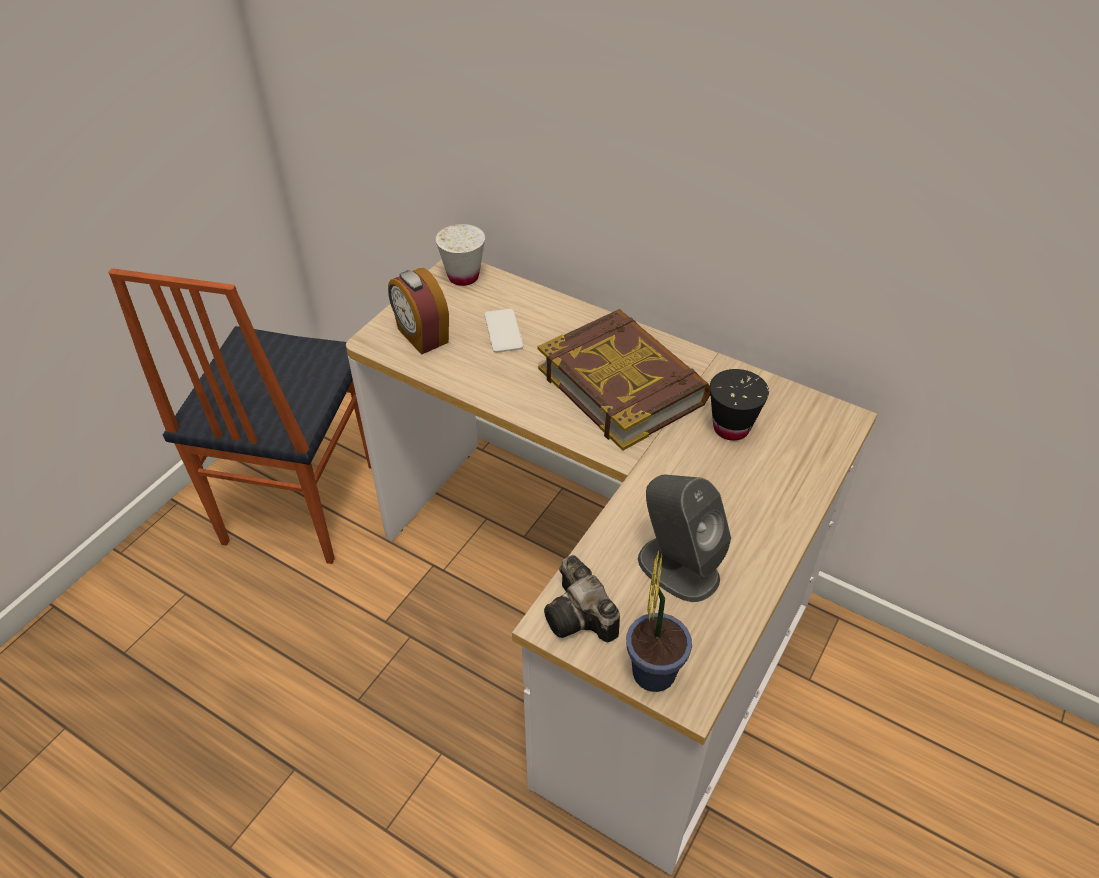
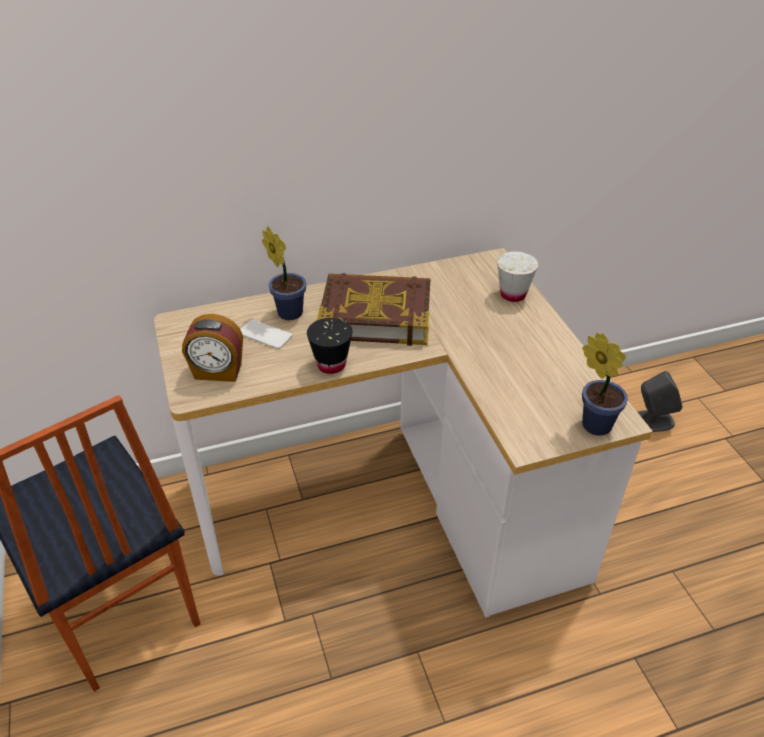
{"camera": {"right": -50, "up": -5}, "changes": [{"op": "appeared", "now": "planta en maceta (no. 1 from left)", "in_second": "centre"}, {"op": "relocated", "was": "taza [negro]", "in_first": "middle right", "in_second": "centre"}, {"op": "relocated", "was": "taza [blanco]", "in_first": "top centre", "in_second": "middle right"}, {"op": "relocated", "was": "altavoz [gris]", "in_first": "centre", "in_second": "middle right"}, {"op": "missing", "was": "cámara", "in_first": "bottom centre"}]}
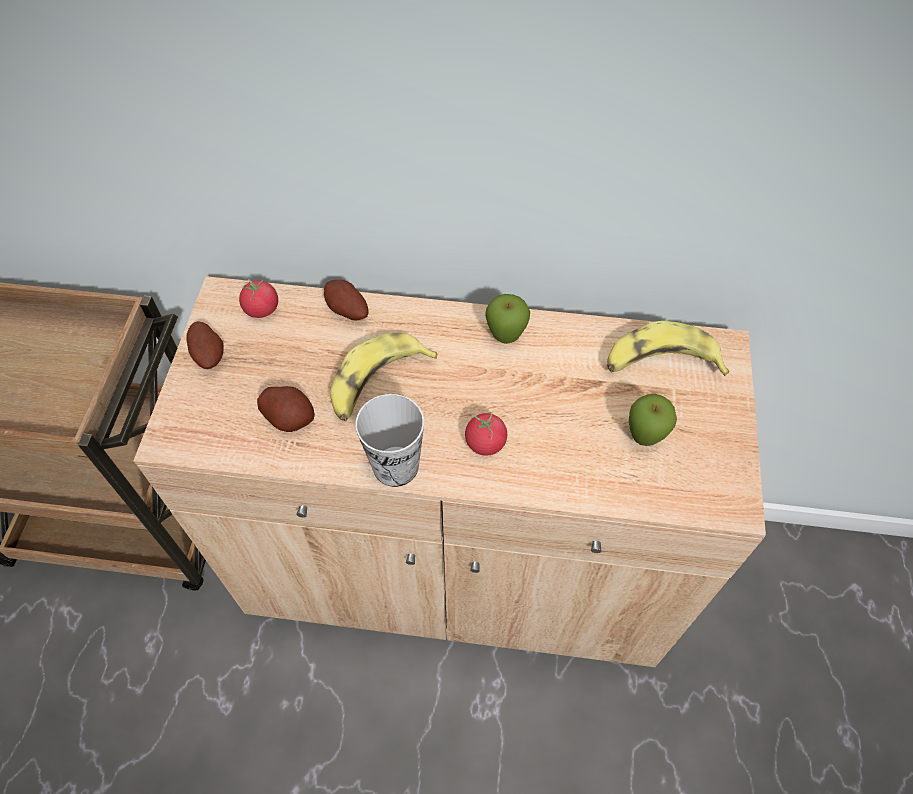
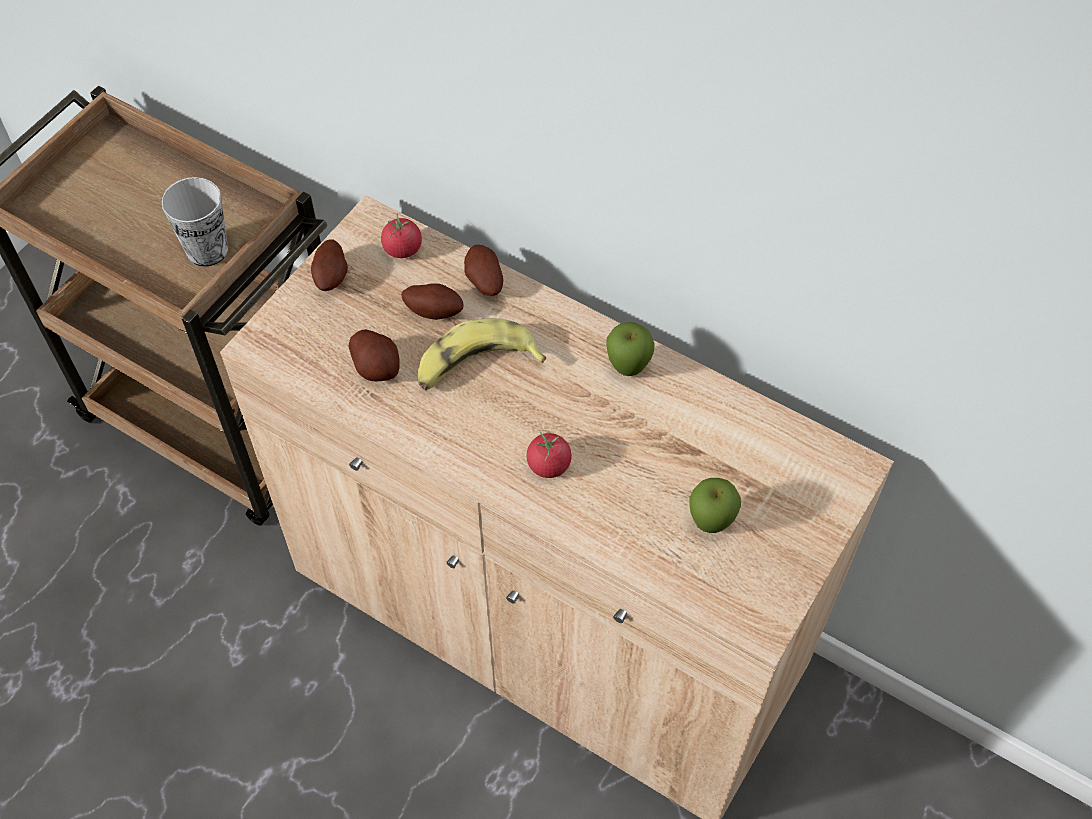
{"camera": {"right": 25, "up": 0}, "changes": [{"op": "relocated", "was": "taza", "in_first": "centre", "in_second": "top left"}, {"op": "appeared", "now": "patata (no. 3 from left)", "in_second": "centre"}, {"op": "missing", "was": "plátano (no. 2 from left)", "in_first": "middle right"}]}
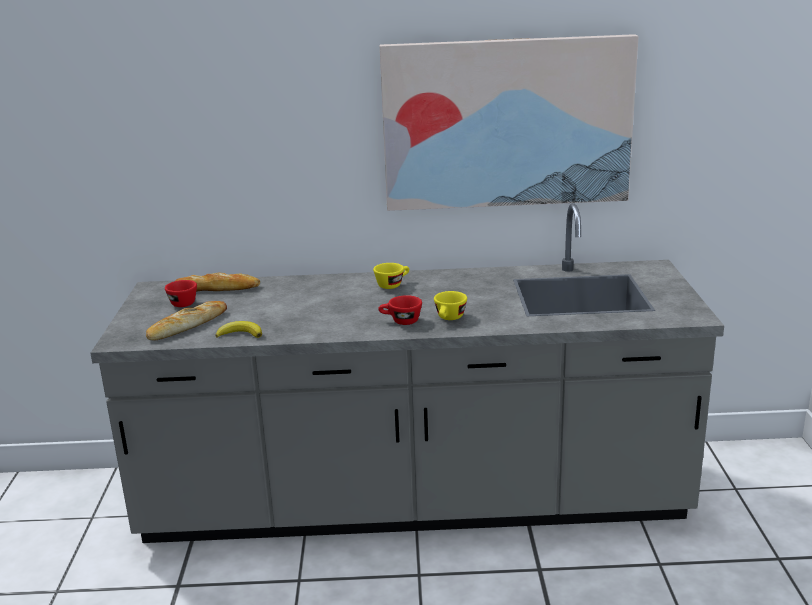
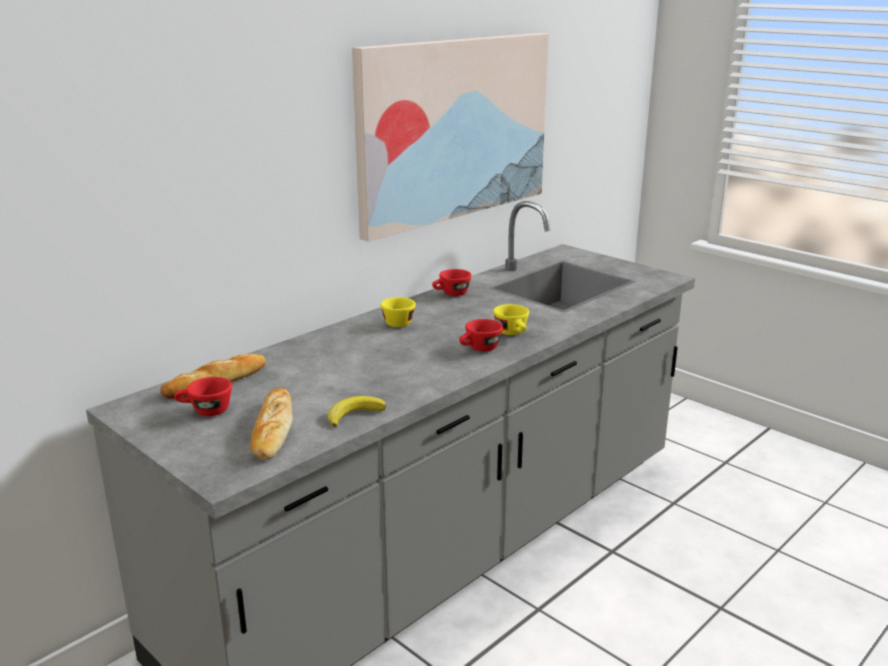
{"camera": {"right": -45, "up": 0}, "changes": [{"op": "appeared", "now": "taza [rojo] (no. 2 from left)", "in_second": "centre"}]}
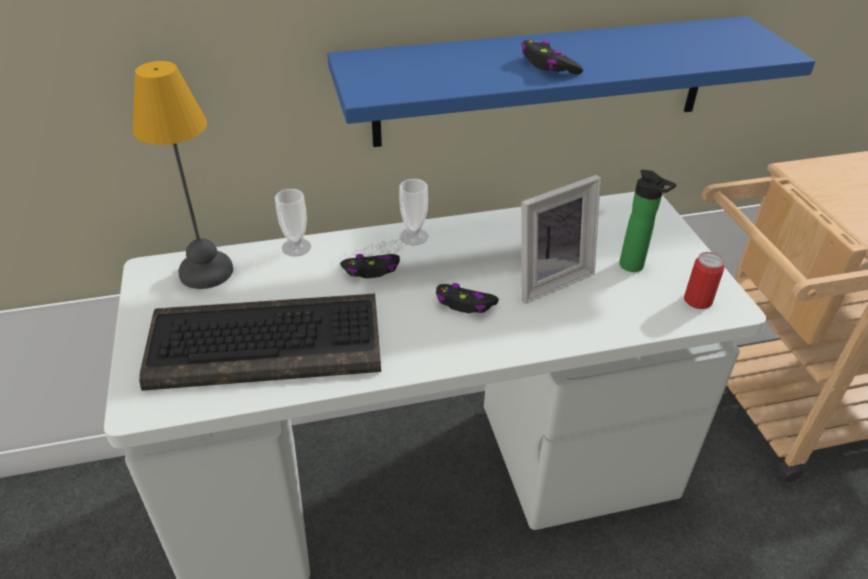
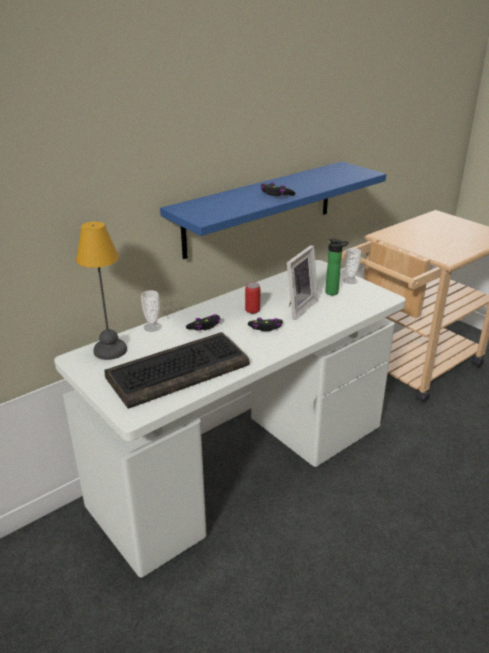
{"camera": {"right": -25, "up": -10}, "changes": [{"op": "relocated", "was": "lata", "in_first": "middle right", "in_second": "centre"}, {"op": "relocated", "was": "taza (no. 2 from left)", "in_first": "centre", "in_second": "middle right"}]}
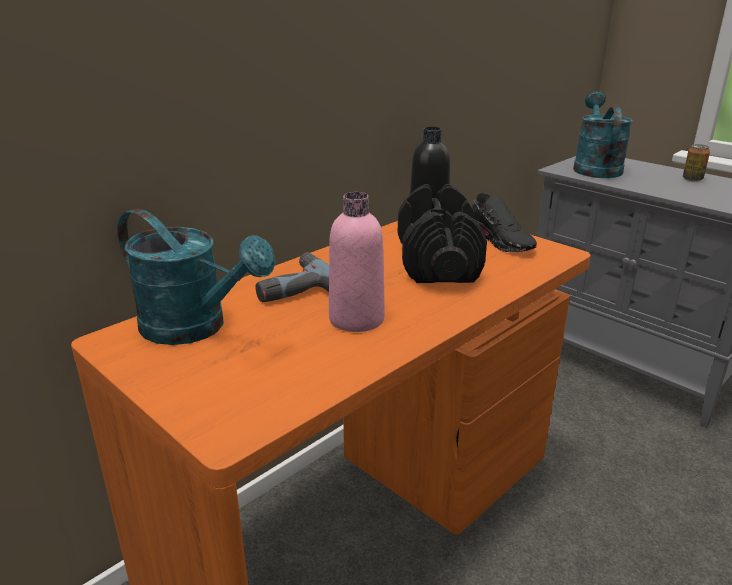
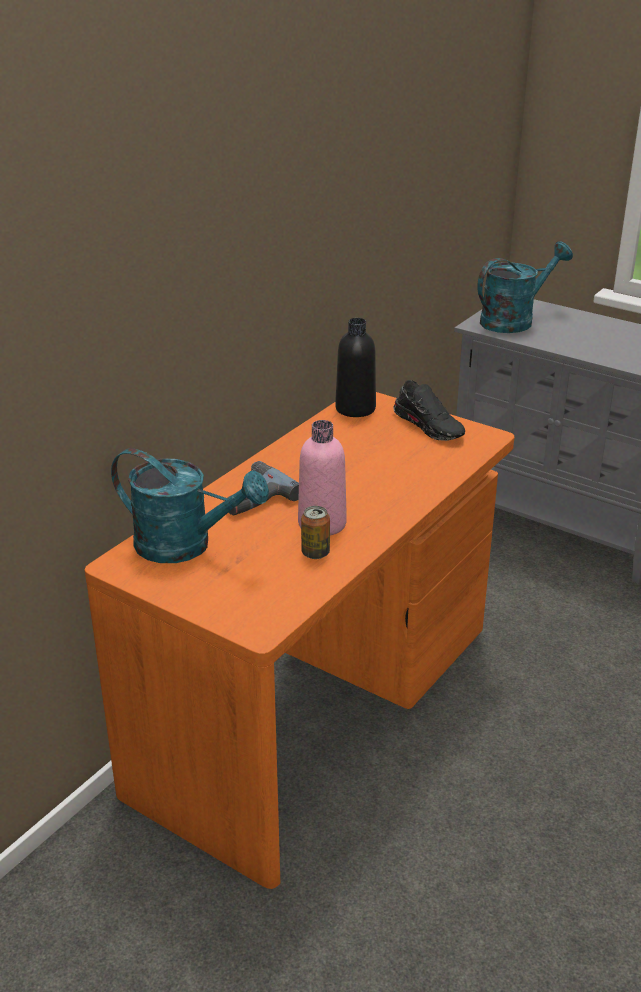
{"camera": {"right": -10, "up": 5}, "changes": [{"op": "relocated", "was": "lata", "in_first": "top right", "in_second": "centre"}, {"op": "spun", "was": "regadera [turquesa] (no. 2 from left)", "in_first": "top right", "in_second": "top right", "clockwise": 60}, {"op": "missing", "was": "mancuerna [negro]", "in_first": "centre"}]}
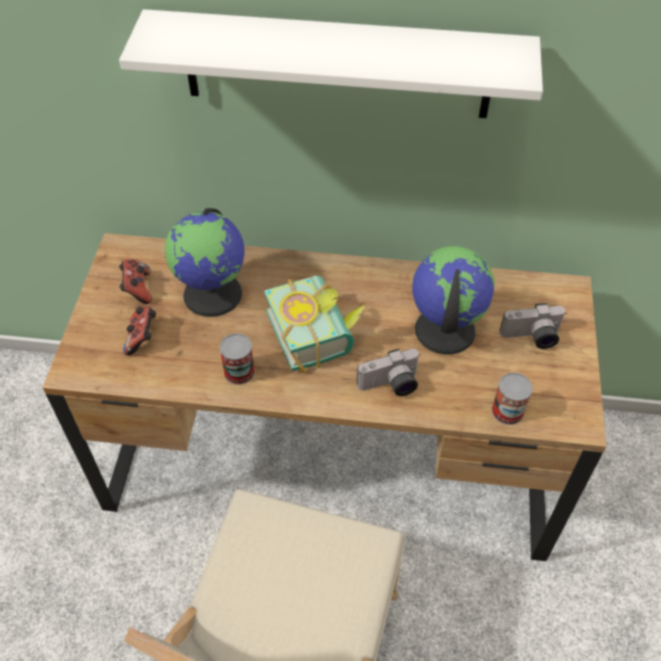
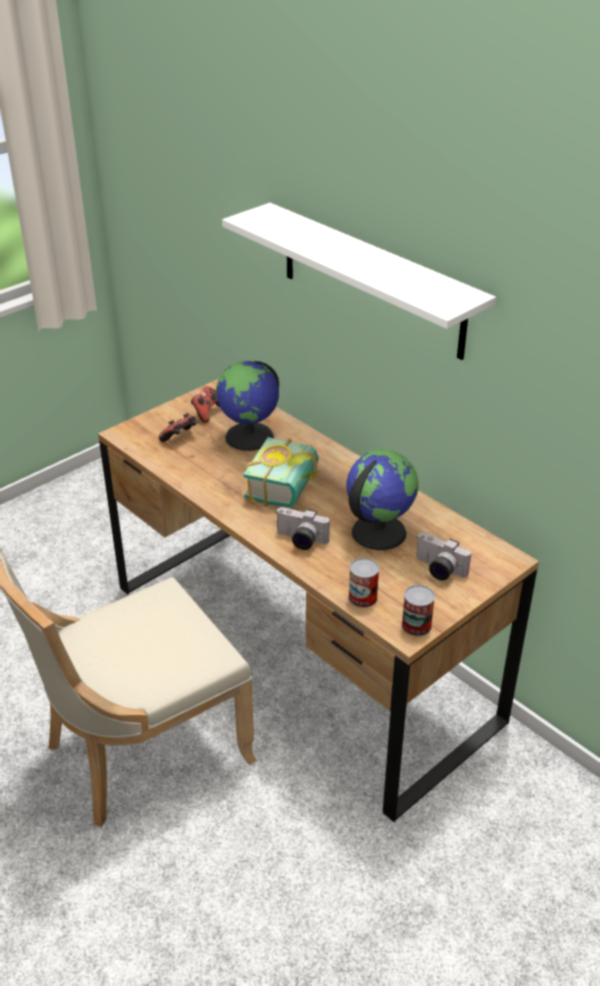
{"camera": {"right": 40, "up": -15}, "changes": [{"op": "relocated", "was": "lata (no. 1 from left in the first image)", "now": "lata (no. 2 from left)", "in_first": "centre", "in_second": "middle right"}]}
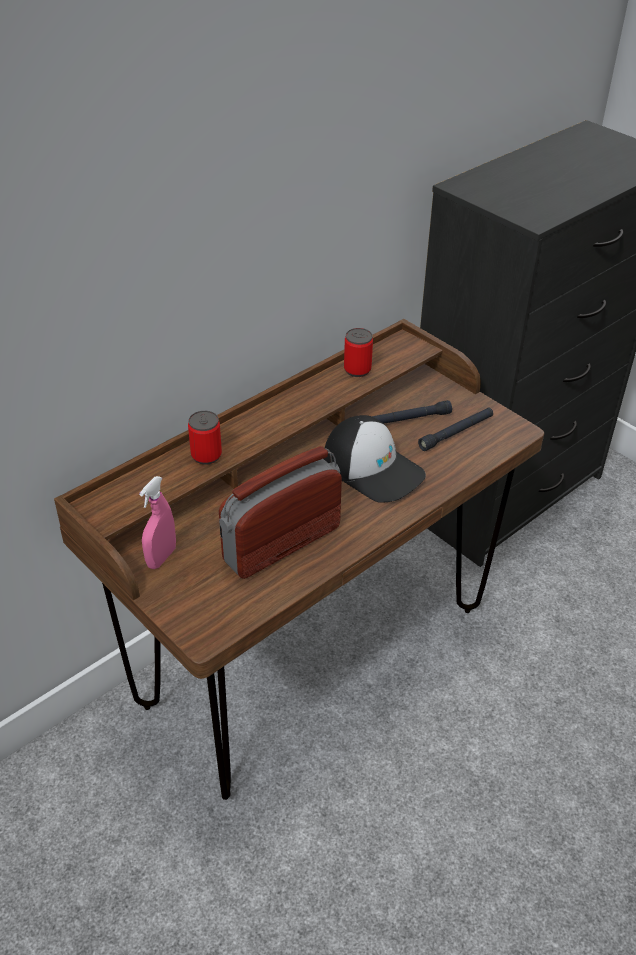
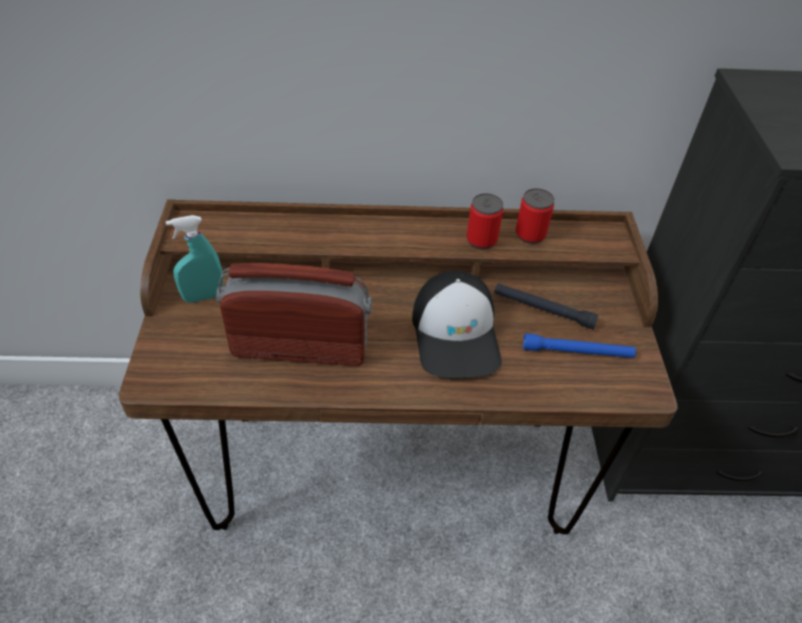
{"camera": {"right": 40, "up": 5}, "changes": [{"op": "colour", "was": "pulverizador [rosa]", "now": "pulverizador [turquesa]", "in_first": "middle left", "in_second": "middle left"}, {"op": "relocated", "was": "lata (no. 1 from left)", "in_first": "middle left", "in_second": "centre"}, {"op": "colour", "was": "linterna [negro] (no. 2 from left)", "now": "linterna [azul]", "in_first": "middle right", "in_second": "middle right"}]}
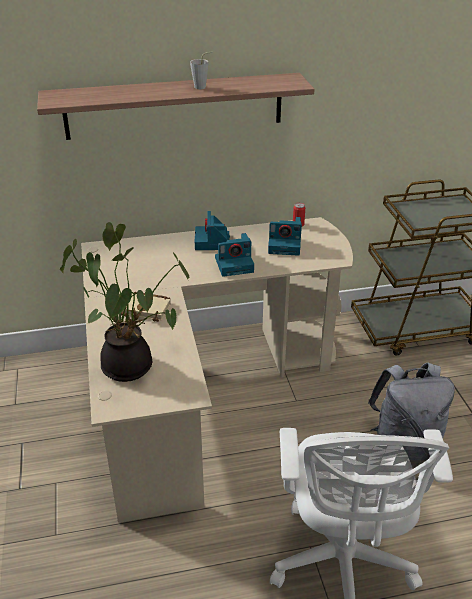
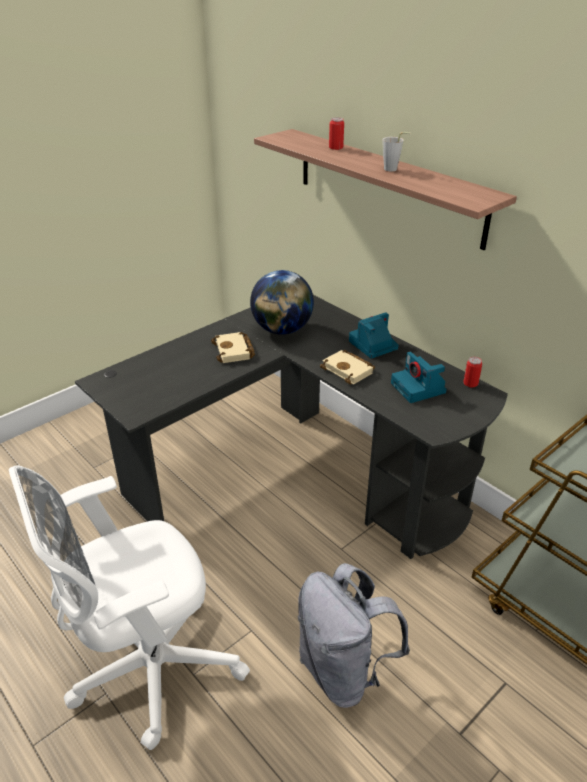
{"camera": {"right": 60, "up": 0}, "changes": [{"op": "colour", "was": "escritorio [beis]", "now": "escritorio [negro]", "in_first": "centre", "in_second": "centre"}, {"op": "appeared", "now": "globo terráqueo", "in_second": "centre"}, {"op": "exchanged", "was": "cámara (no. 2 from left)", "now": "libro [beis] (no. 2 from left)", "in_first": "centre", "in_second": "centre"}, {"op": "appeared", "now": "lata (no. 1 from left)", "in_second": "top centre"}, {"op": "missing", "was": "planta en maceta", "in_first": "middle left"}]}
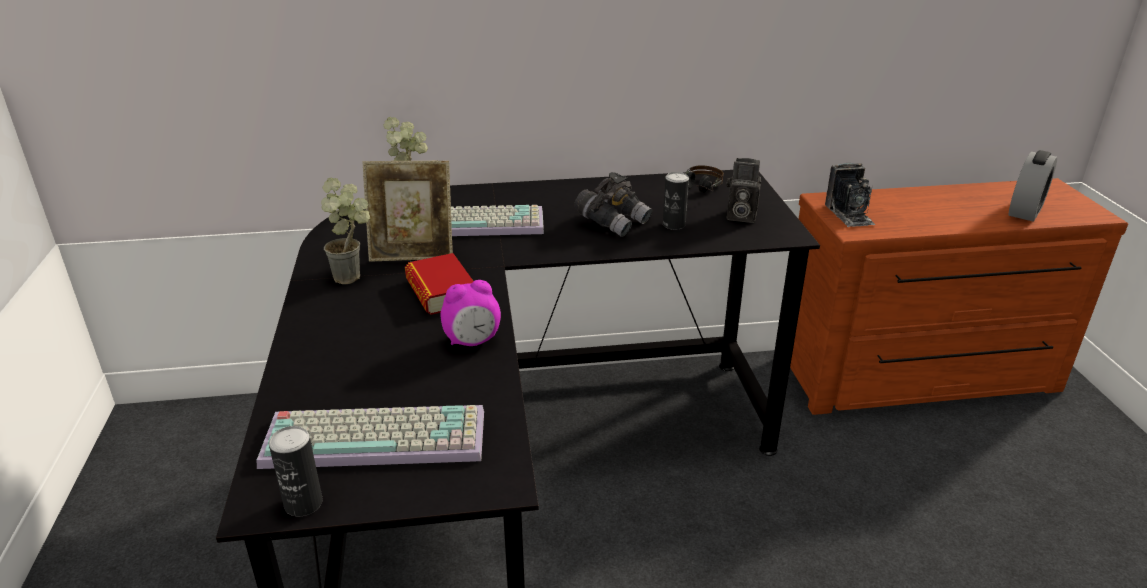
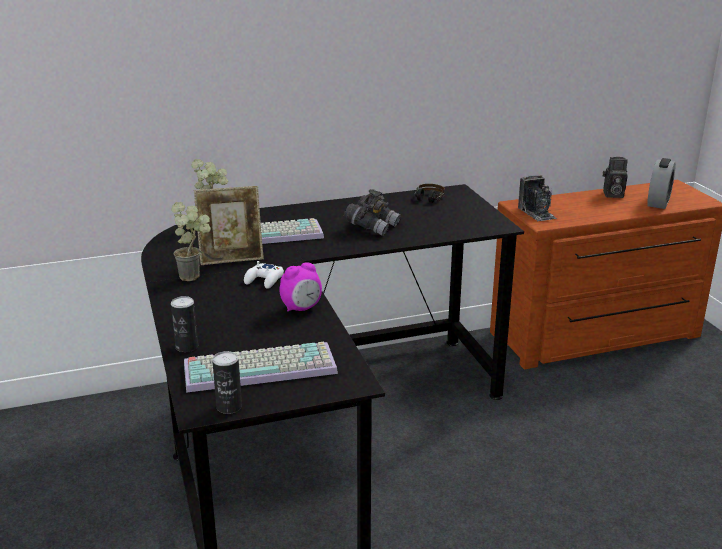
{"camera": {"right": -10, "up": -5}, "changes": [{"op": "relocated", "was": "lata (no. 2 from left in the first image)", "now": "lata (no. 1 from left)", "in_first": "centre", "in_second": "middle left"}, {"op": "exchanged", "was": "libro", "now": "mando de consola [blanco]", "in_first": "centre", "in_second": "centre"}, {"op": "relocated", "was": "cámara (no. 1 from left in the first image)", "now": "cámara (no. 2 from left)", "in_first": "top centre", "in_second": "top right"}]}
